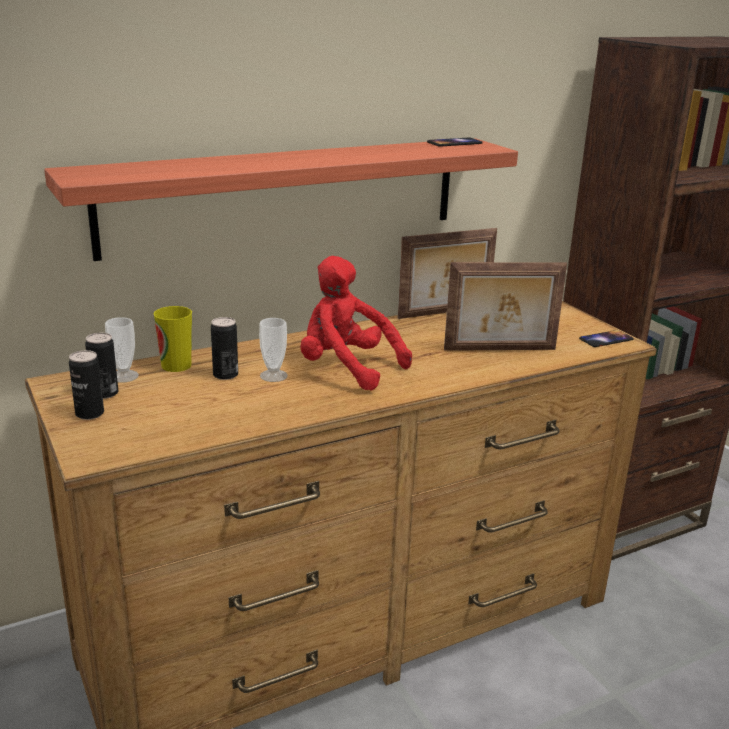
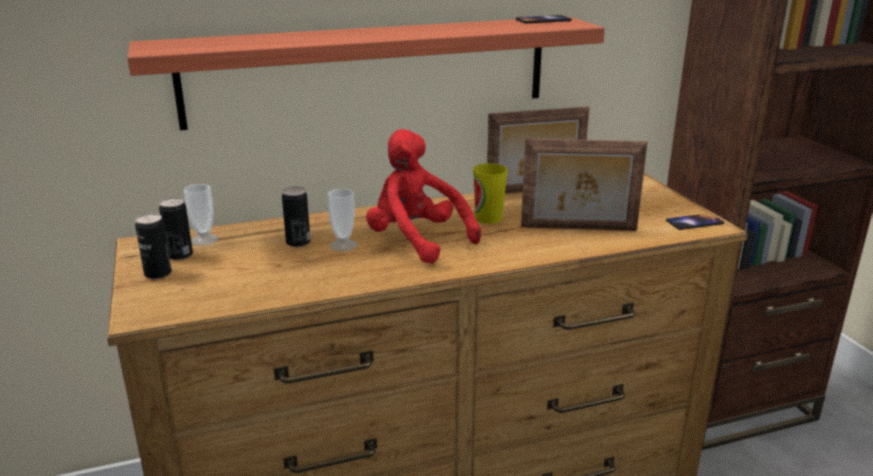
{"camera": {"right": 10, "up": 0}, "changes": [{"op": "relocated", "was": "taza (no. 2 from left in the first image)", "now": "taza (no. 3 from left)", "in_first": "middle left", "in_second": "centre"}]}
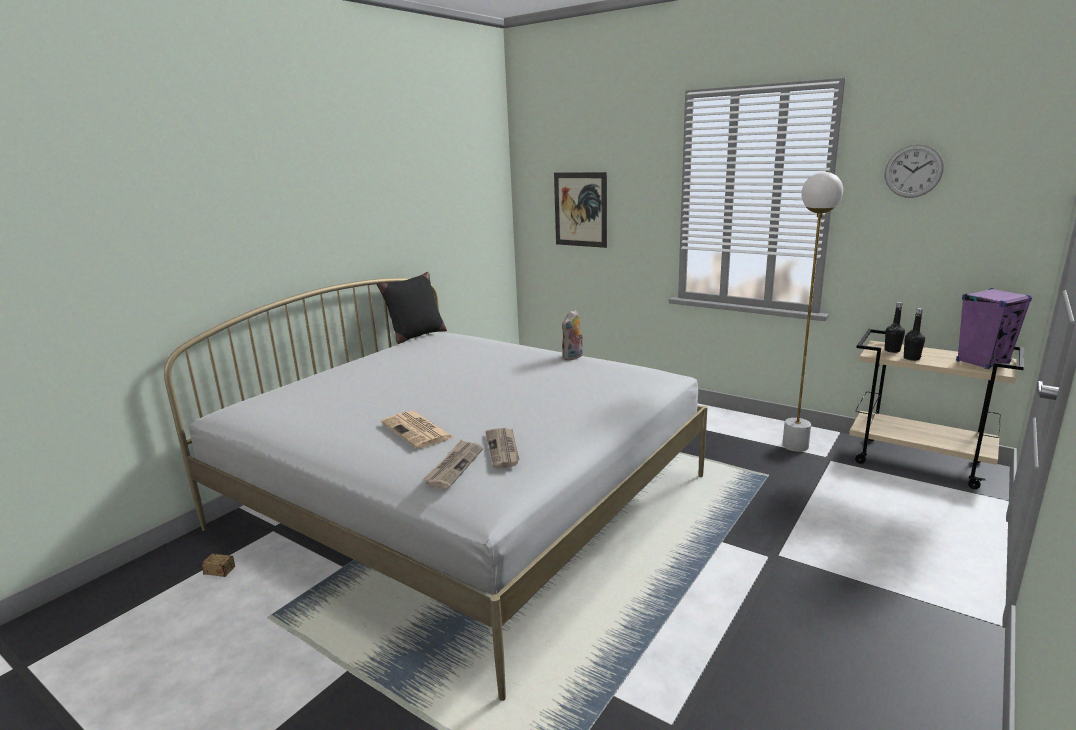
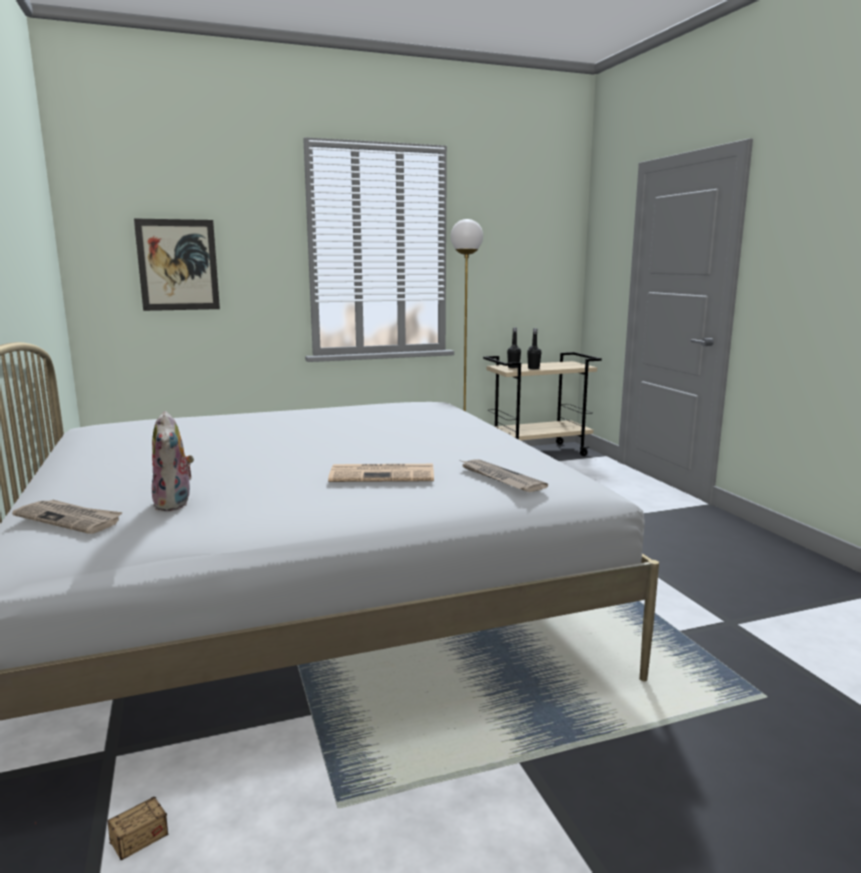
{"camera": {"right": -55, "up": -5}, "changes": [{"op": "relocated", "was": "periódico (no. 3 from left in the first image)", "now": "periódico (no. 1 from left)", "in_first": "centre", "in_second": "middle left"}, {"op": "relocated", "was": "peluche", "in_first": "centre", "in_second": "middle left"}, {"op": "missing", "was": "cojín [negro]", "in_first": "centre"}, {"op": "missing", "was": "reloj de pared", "in_first": "top right"}, {"op": "missing", "was": "altavoz [morado]", "in_first": "middle right"}]}
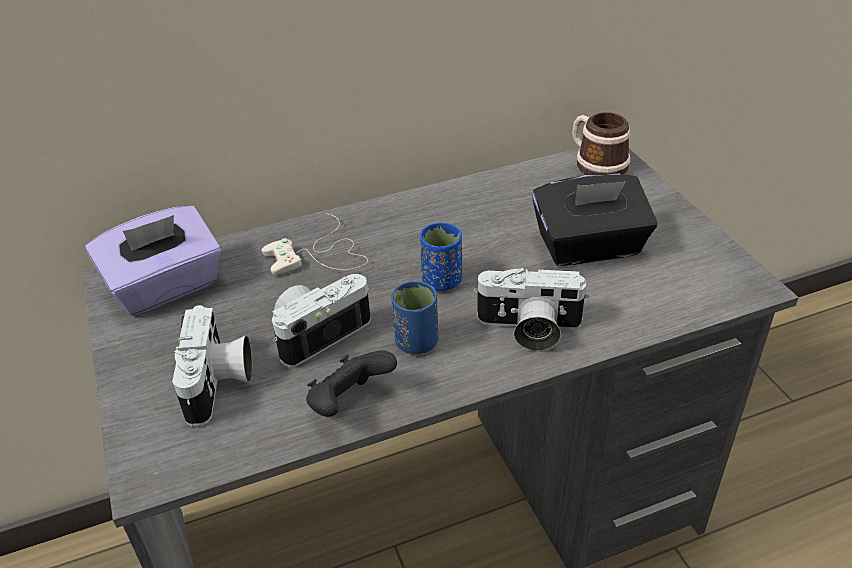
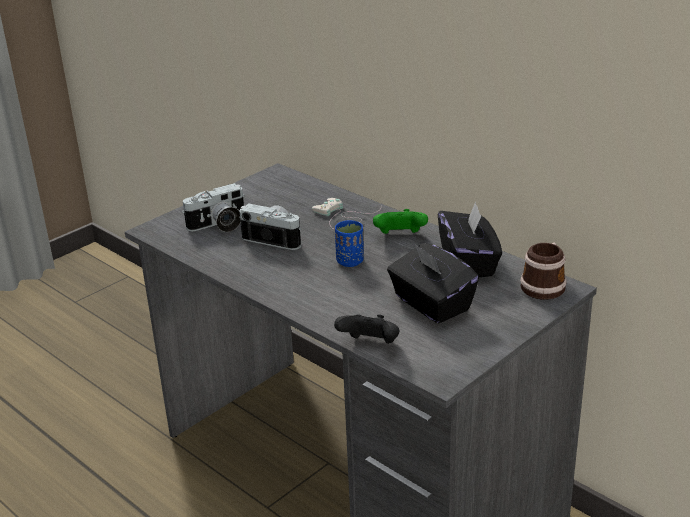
{"camera": {"right": 65, "up": -10}, "changes": [{"op": "relocated", "was": "mando de consola [negro]", "in_first": "bottom centre", "in_second": "centre"}, {"op": "appeared", "now": "mando de consola [verde]", "in_second": "centre"}, {"op": "appeared", "now": "caja de pañuelos [negro] (no. 2 from left)", "in_second": "middle right"}, {"op": "missing", "was": "caja de pañuelos [morado]", "in_first": "middle left"}, {"op": "missing", "was": "taza [azul] (no. 1 from left)", "in_first": "centre"}, {"op": "missing", "was": "cámara (no. 3 from left)", "in_first": "centre"}]}
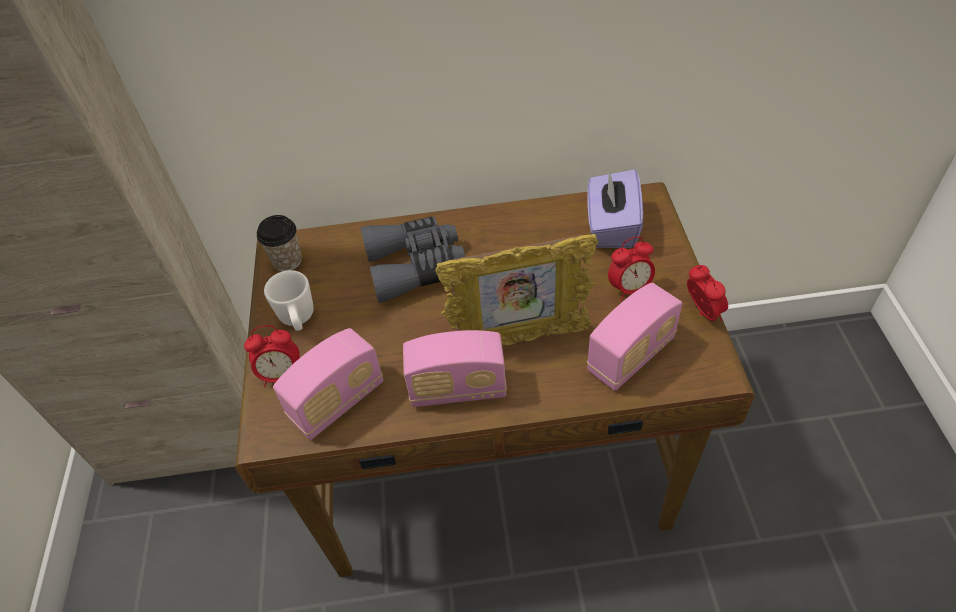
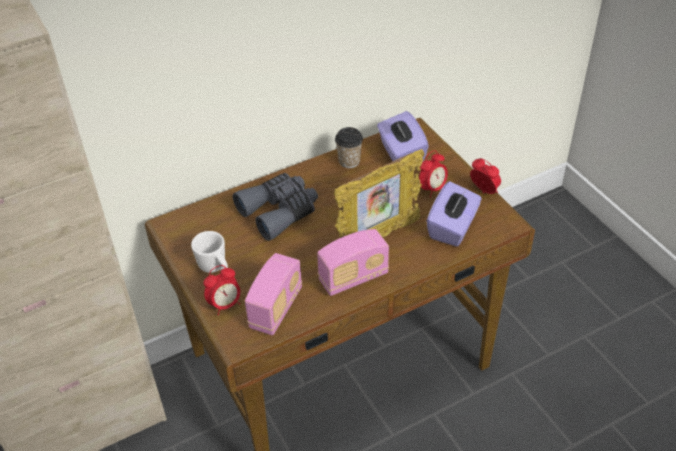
{"camera": {"right": -25, "up": -5}, "changes": [{"op": "relocated", "was": "taza", "in_first": "middle left", "in_second": "top centre"}, {"op": "exchanged", "was": "radio (no. 3 from left)", "now": "caja de pañuelos [morado] (no. 2 from left)", "in_first": "centre", "in_second": "middle right"}]}
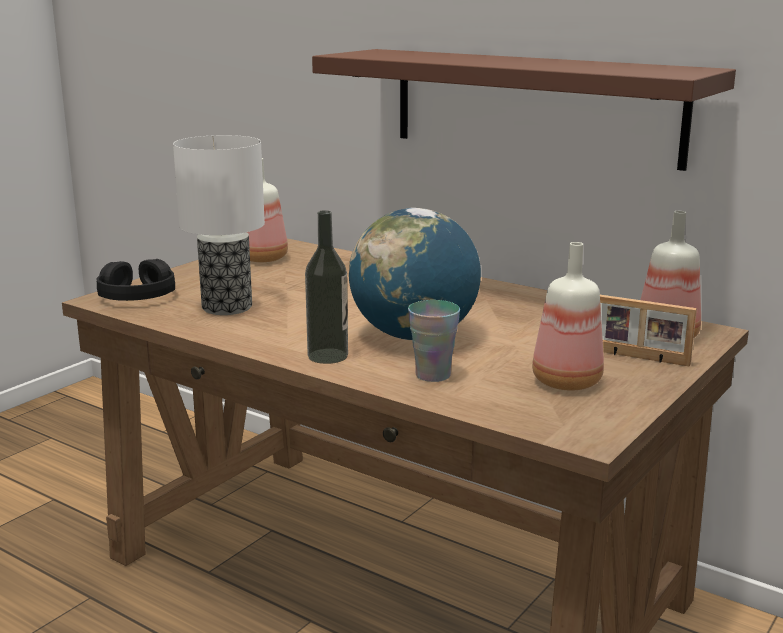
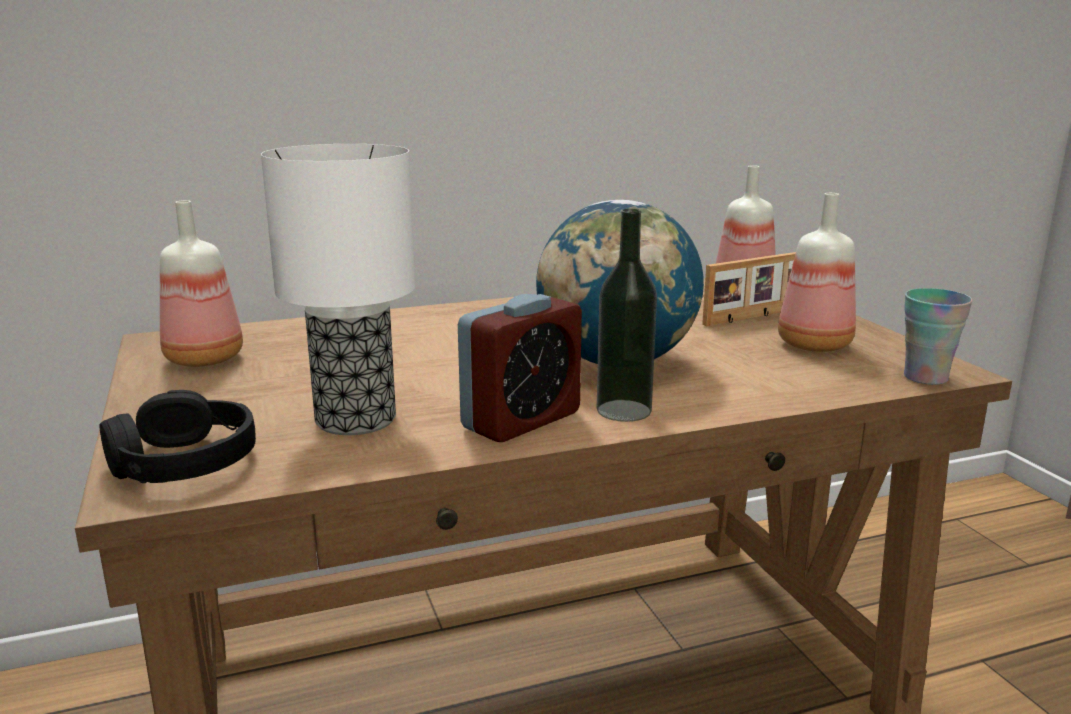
{"camera": {"right": -55, "up": 0}, "changes": [{"op": "appeared", "now": "despertador", "in_second": "centre"}, {"op": "relocated", "was": "taza", "in_first": "centre", "in_second": "middle right"}, {"op": "missing", "was": "estante [marrón]", "in_first": "top right"}]}
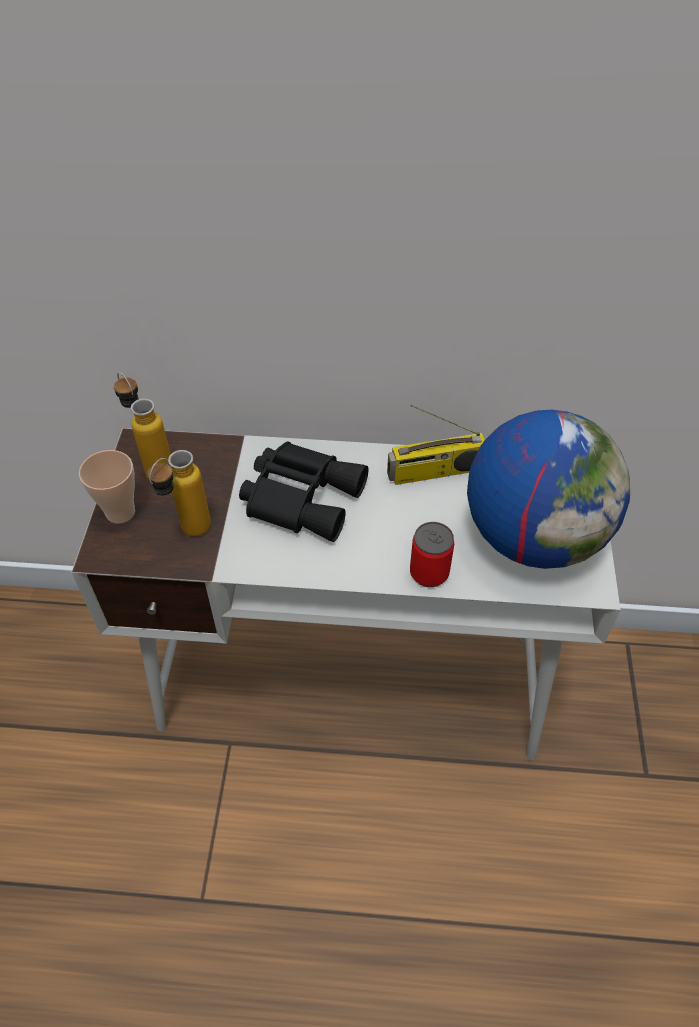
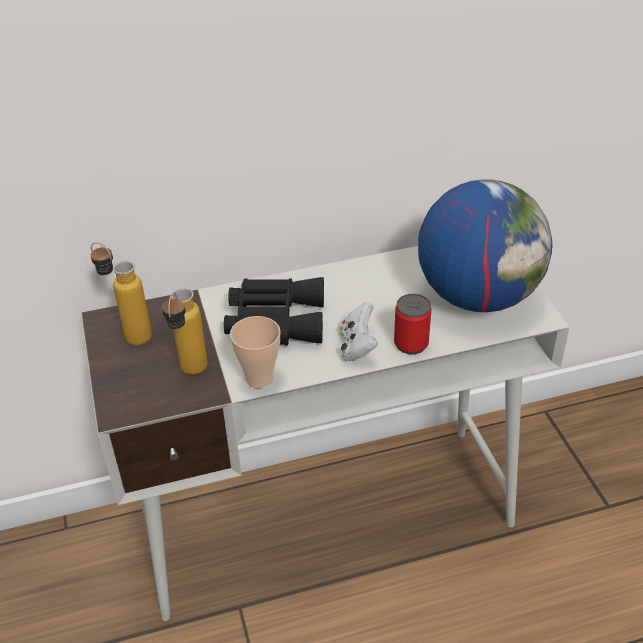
{"camera": {"right": -20, "up": -10}, "changes": [{"op": "relocated", "was": "taza", "in_first": "middle left", "in_second": "centre"}, {"op": "appeared", "now": "mando de consola [blanco]", "in_second": "centre"}, {"op": "missing", "was": "radio", "in_first": "centre"}]}
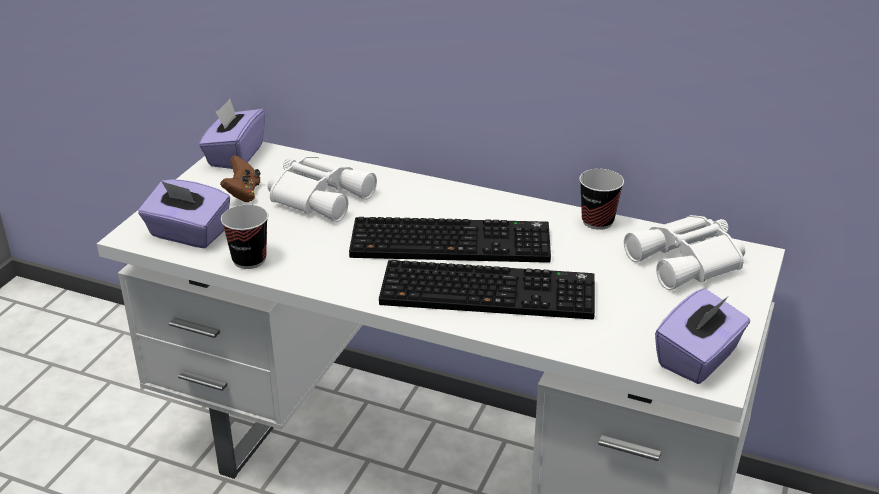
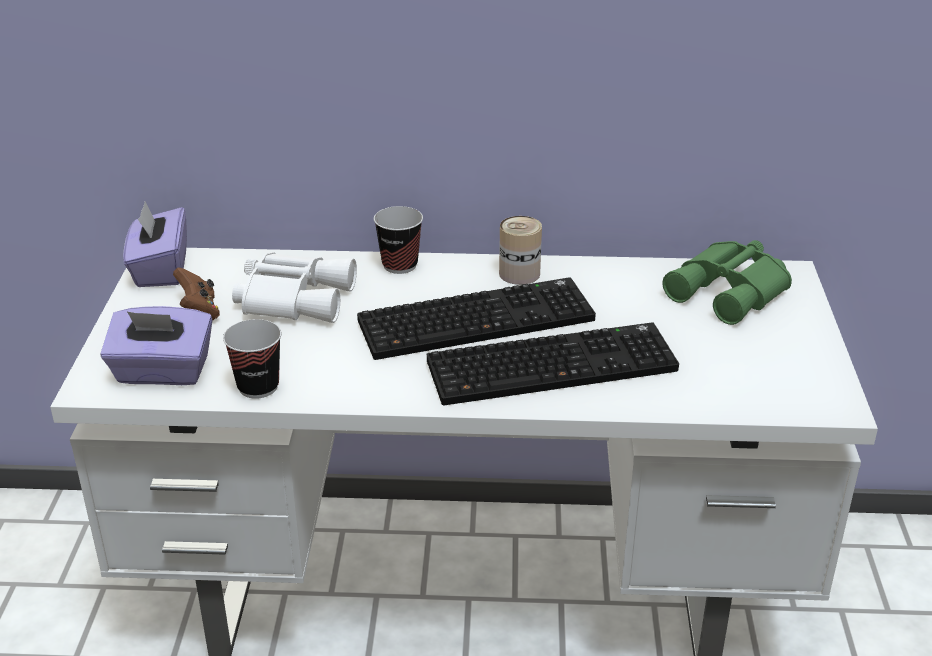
{"camera": {"right": -20, "up": 0}, "changes": [{"op": "relocated", "was": "taza (no. 2 from left)", "in_first": "middle right", "in_second": "centre"}, {"op": "appeared", "now": "lata", "in_second": "centre"}, {"op": "colour", "was": "prismáticos [blanco] (no. 2 from left)", "now": "prismáticos [verde]", "in_first": "middle right", "in_second": "middle right"}, {"op": "missing", "was": "caja de pañuelos [morado] (no. 3 from left)", "in_first": "bottom right"}]}
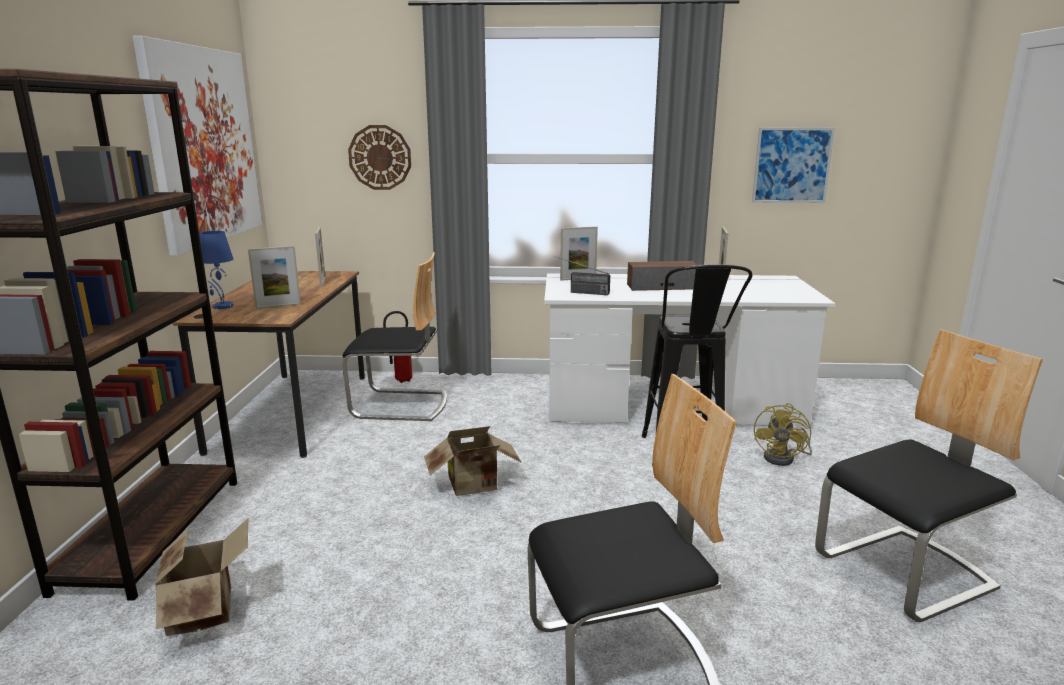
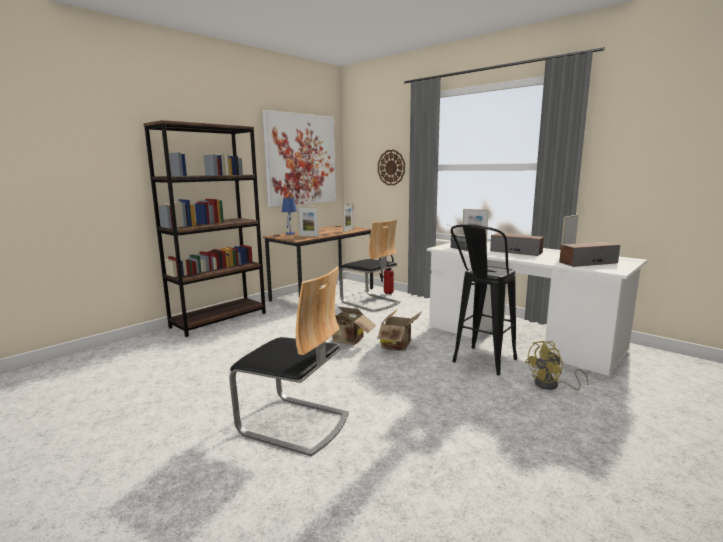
{"camera": {"right": 40, "up": -5}, "changes": [{"op": "relocated", "was": "caja de cartón (no. 1 from left in the first image)", "now": "caja de cartón (no. 2 from left)", "in_first": "bottom left", "in_second": "centre"}, {"op": "appeared", "now": "altavoz (no. 2 from left)", "in_second": "middle right"}, {"op": "missing", "was": "cuadro (no. 2 from left)", "in_first": "top right"}, {"op": "missing", "was": "silla (no. 3 from left)", "in_first": "bottom right"}]}
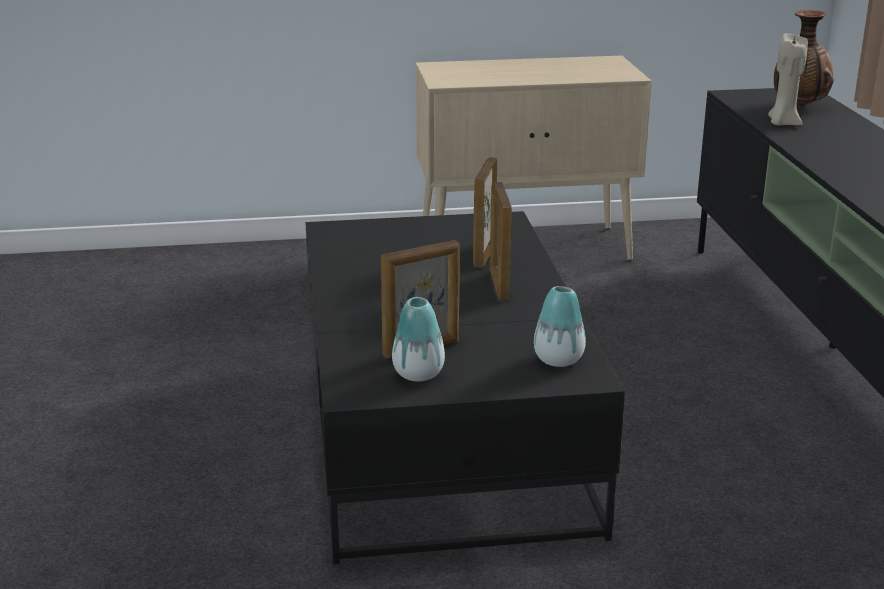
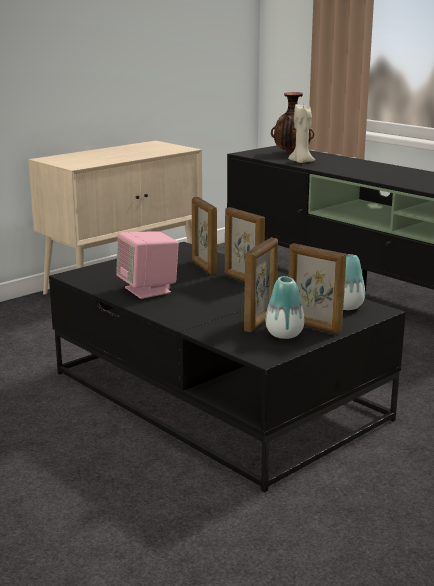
{"camera": {"right": -35, "up": -5}, "changes": [{"op": "appeared", "now": "altavoz [rosa]", "in_second": "centre"}, {"op": "appeared", "now": "portarretratos (no. 4 from left)", "in_second": "middle right"}]}
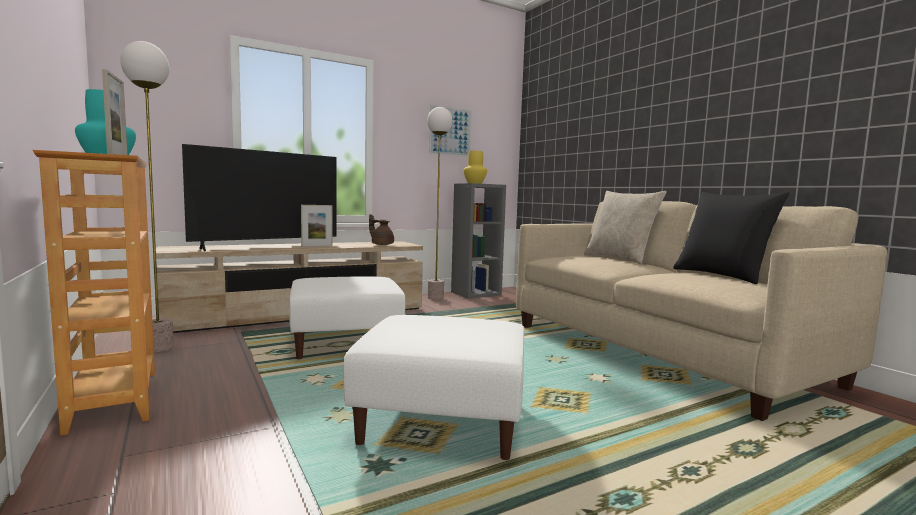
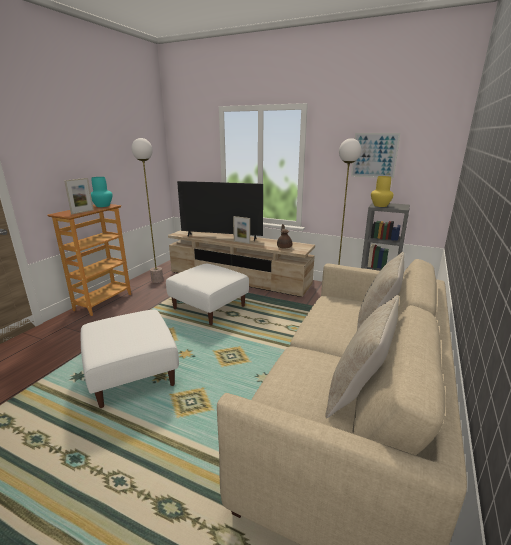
{"camera": {"right": 55, "up": 15}, "changes": [{"op": "colour", "was": "cojín [negro]", "now": "cojín [beis] (no. 1 from left)", "in_first": "middle right", "in_second": "middle right"}]}
